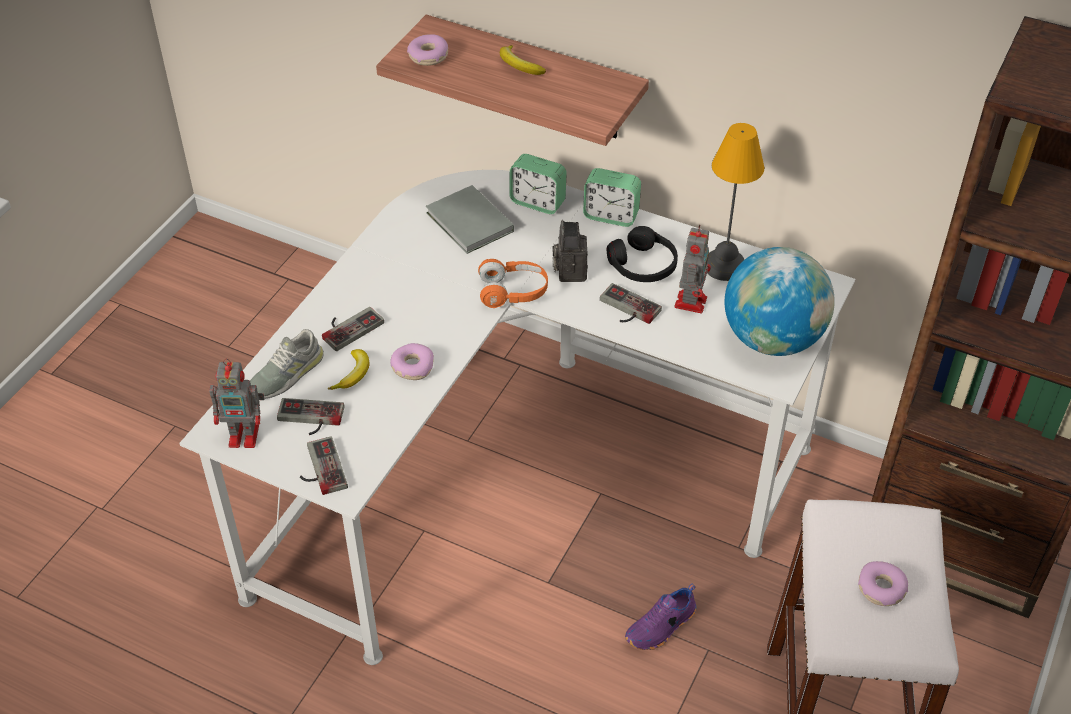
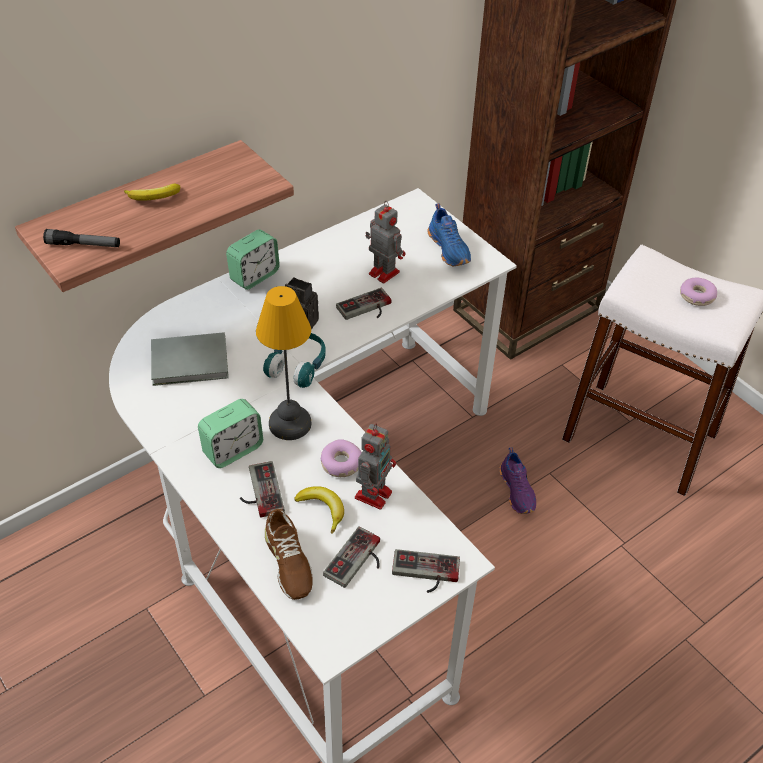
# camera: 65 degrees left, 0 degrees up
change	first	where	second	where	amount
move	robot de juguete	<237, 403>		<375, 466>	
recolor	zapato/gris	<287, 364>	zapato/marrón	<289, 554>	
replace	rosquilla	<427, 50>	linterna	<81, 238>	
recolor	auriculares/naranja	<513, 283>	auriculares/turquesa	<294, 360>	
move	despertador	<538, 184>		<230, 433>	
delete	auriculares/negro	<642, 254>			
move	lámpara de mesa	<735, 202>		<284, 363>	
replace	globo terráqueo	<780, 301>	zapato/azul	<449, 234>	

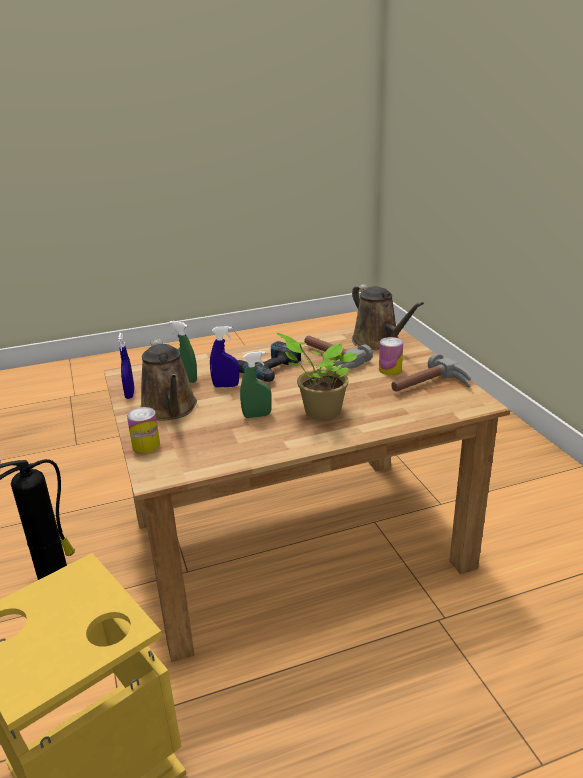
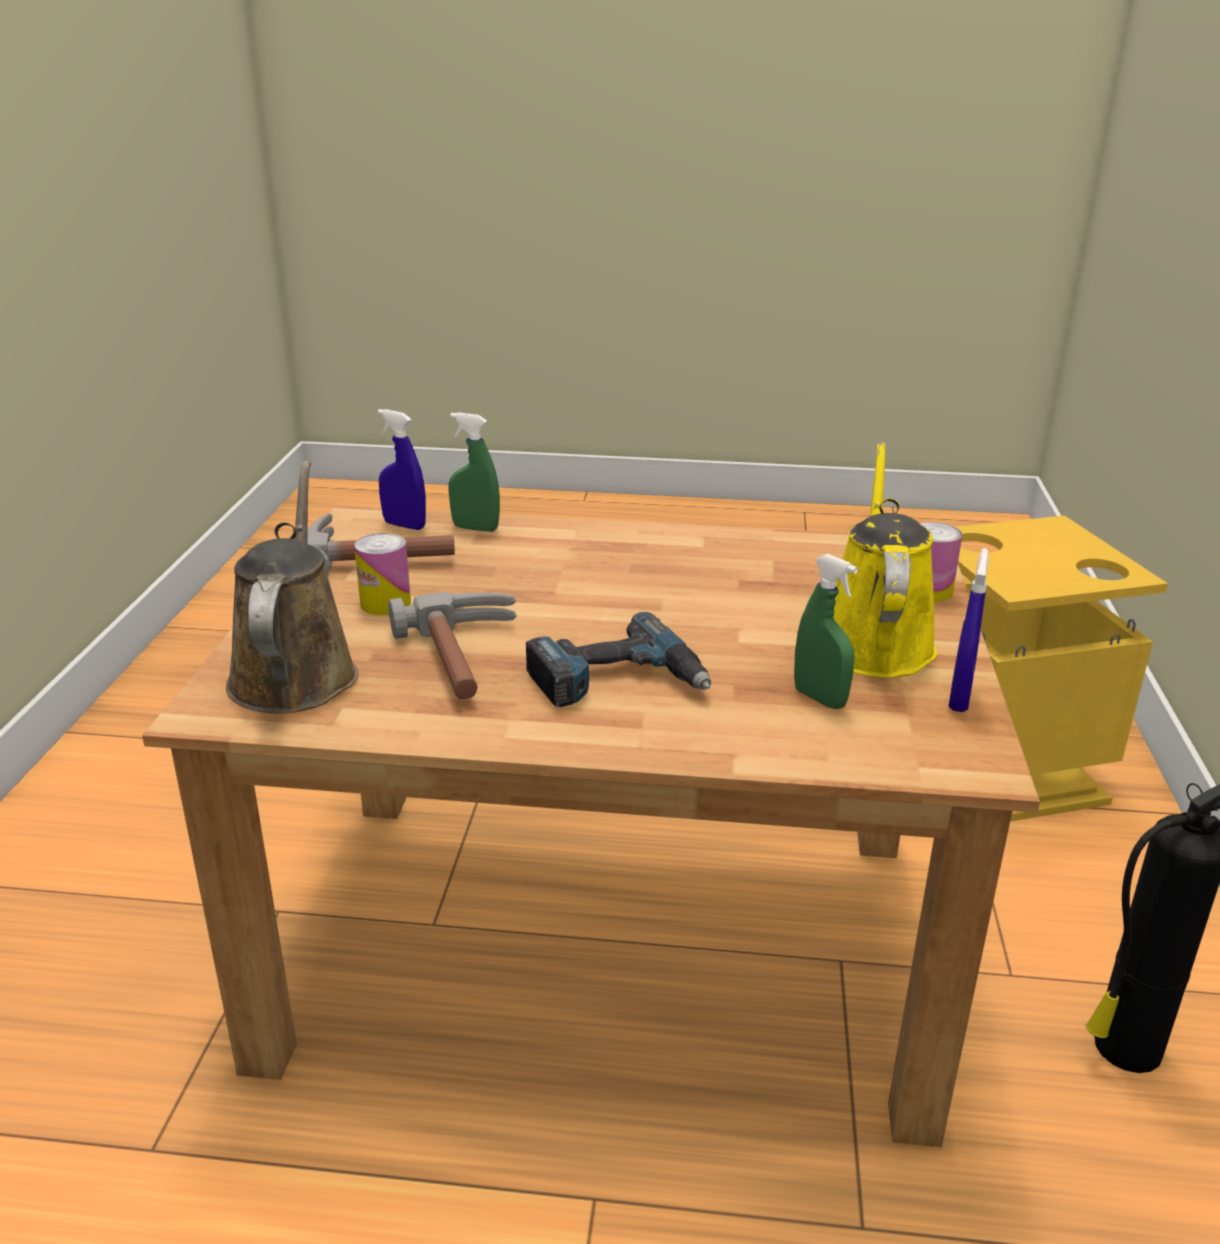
# camera: 155 degrees left, 0 degrees up
change	first	where	second	where	amount
recolor	regadera/marrón	<168, 380>	regadera/amarillo	<885, 560>	
move	pulverizador/azul	<224, 356>		<402, 469>	
move	pulverizador/verde	<256, 384>		<474, 472>	
delete	planta en maceta	<317, 376>			

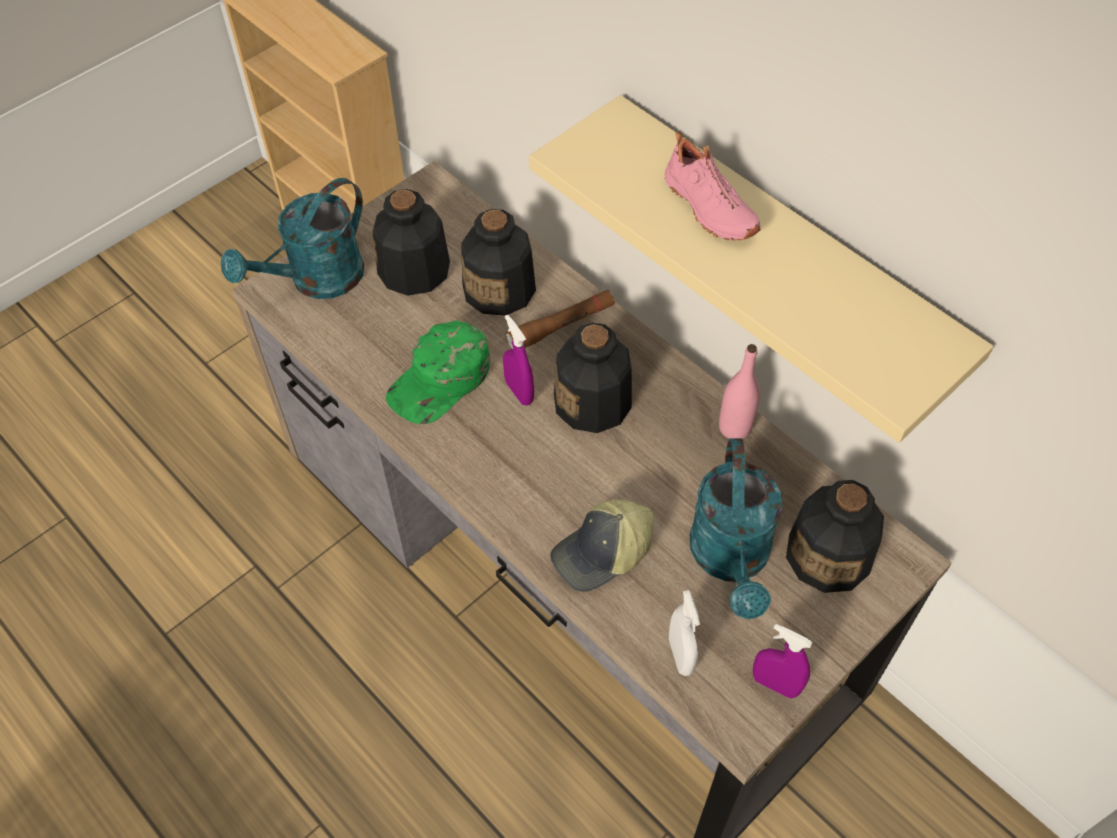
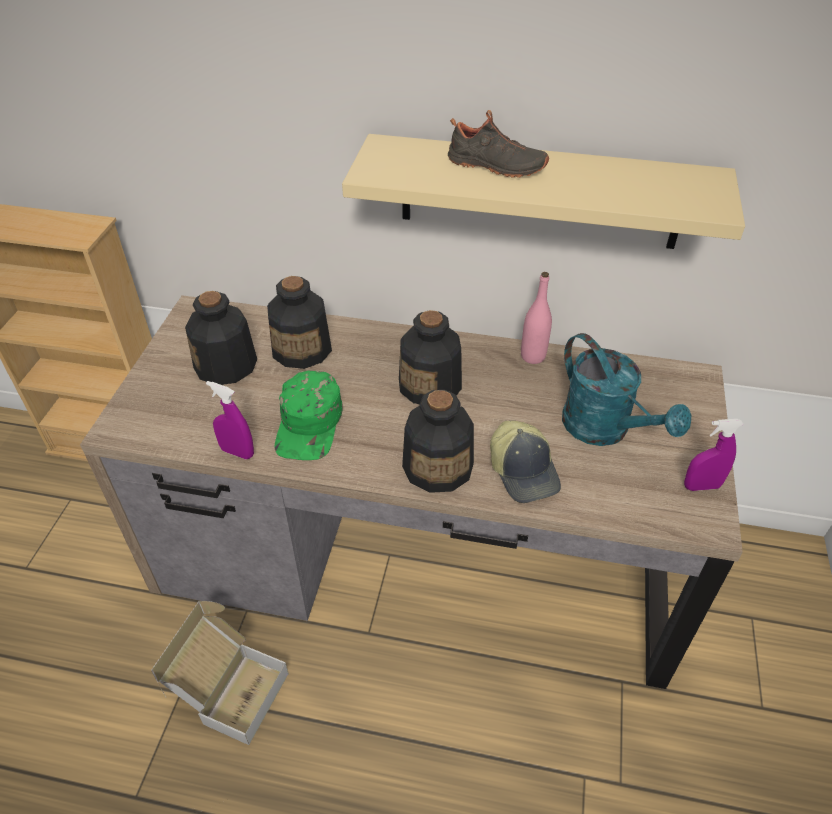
# camera: 35 degrees left, 10 degrees down
change	first	where	second	where	amount
delete	regadera/turquesa	<292, 238>			
move	pulverizador/morado	<518, 360>		<230, 420>	
delete	linterna/marrón	<560, 320>			
rotate	gorra	<602, 545>		<525, 462>	45 degrees counterclockwise
recolor	zapato/rosa	<713, 186>	zapato/negro	<498, 144>	
delete	pulverizador/blanco	<684, 633>			
move	botella	<835, 536>		<438, 441>	
insert			caja de cartón	<220, 673>	

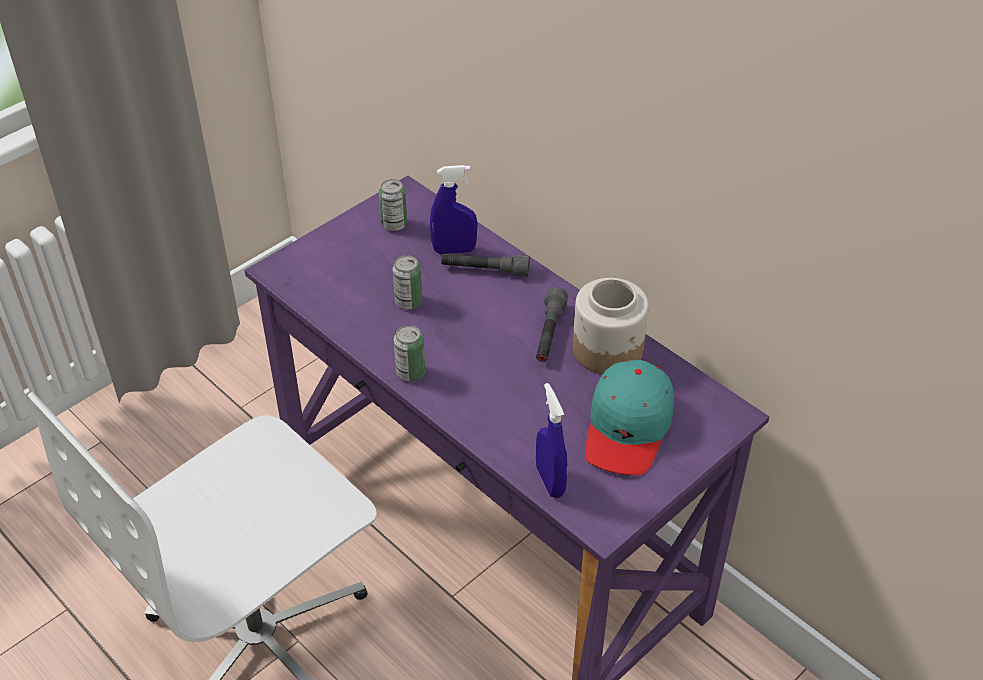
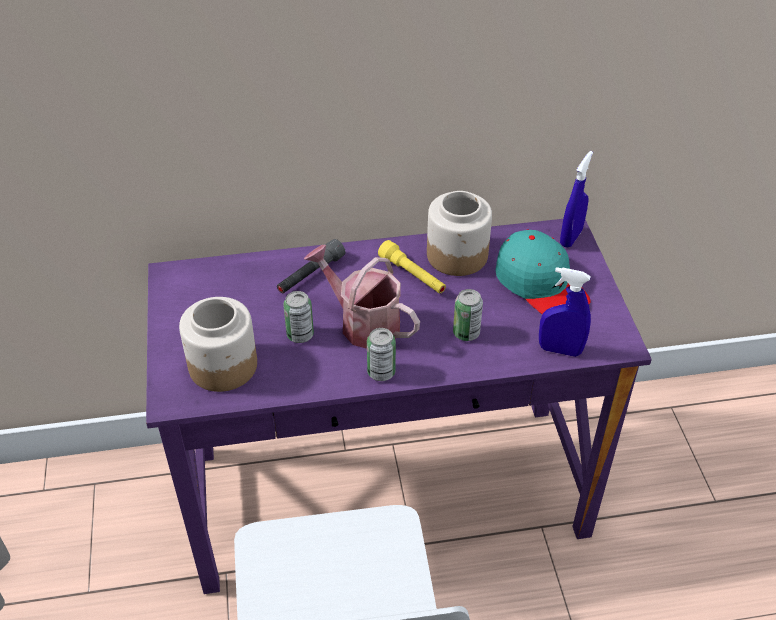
# camera: 55 degrees left, 0 degrees up
change	first	where	second	where	amount
move	lata	<393, 205>		<468, 315>	
move	pulverizador/azul	<453, 209>		<576, 199>	
recolor	linterna/gris	<552, 324>	linterna/amarillo	<412, 267>	
insert			tarro	<218, 344>	
insert			regadera	<362, 297>	

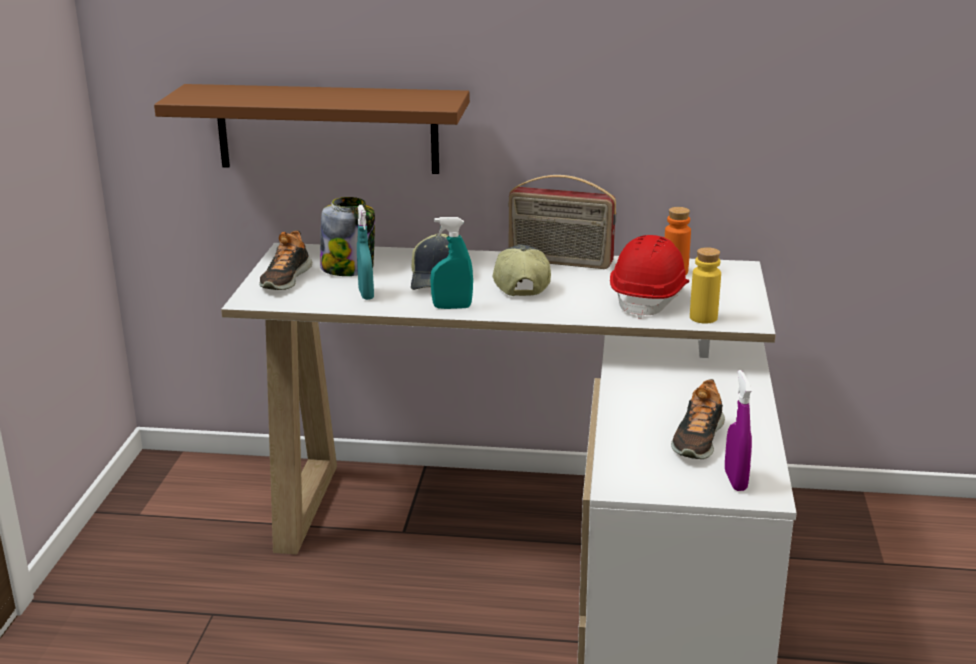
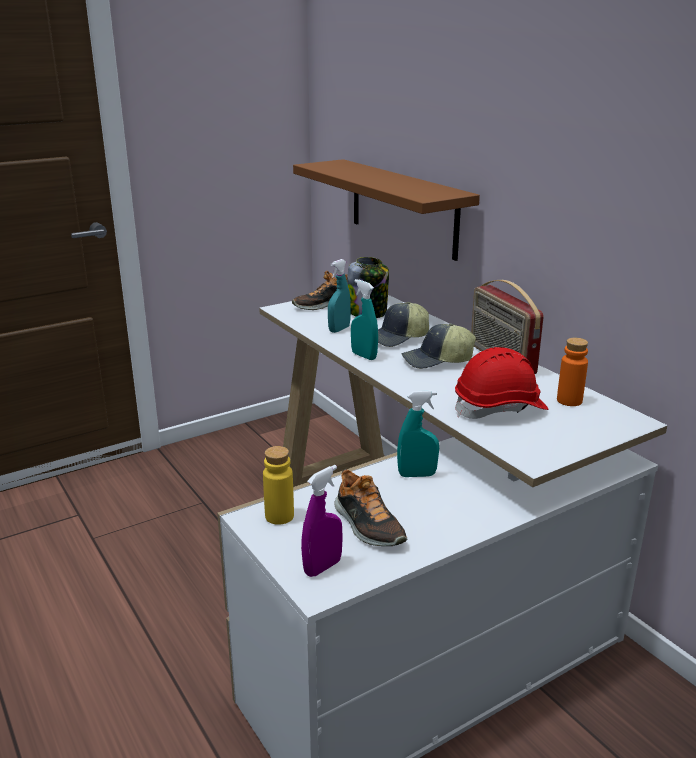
# camera: 50 degrees right, 0 degrees up
change	first	where	second	where	amount
rotate	gorra	<522, 270>		<438, 346>	150 degrees counterclockwise
rotate	zapato	<698, 419>		<370, 507>	105 degrees counterclockwise
move	botella/amarillo	<705, 285>		<278, 485>	
insert			pulverizador/turquesa	<418, 433>	

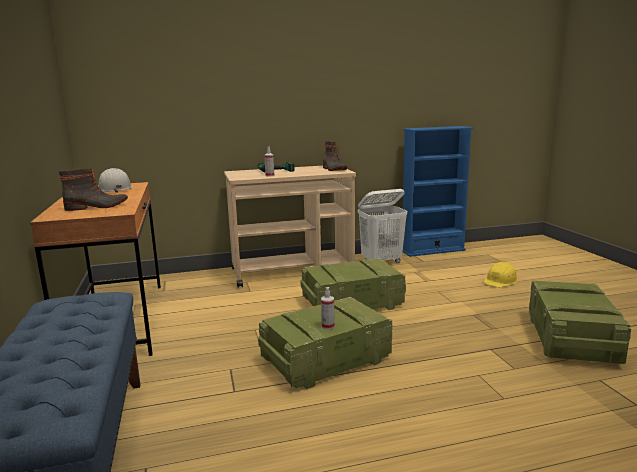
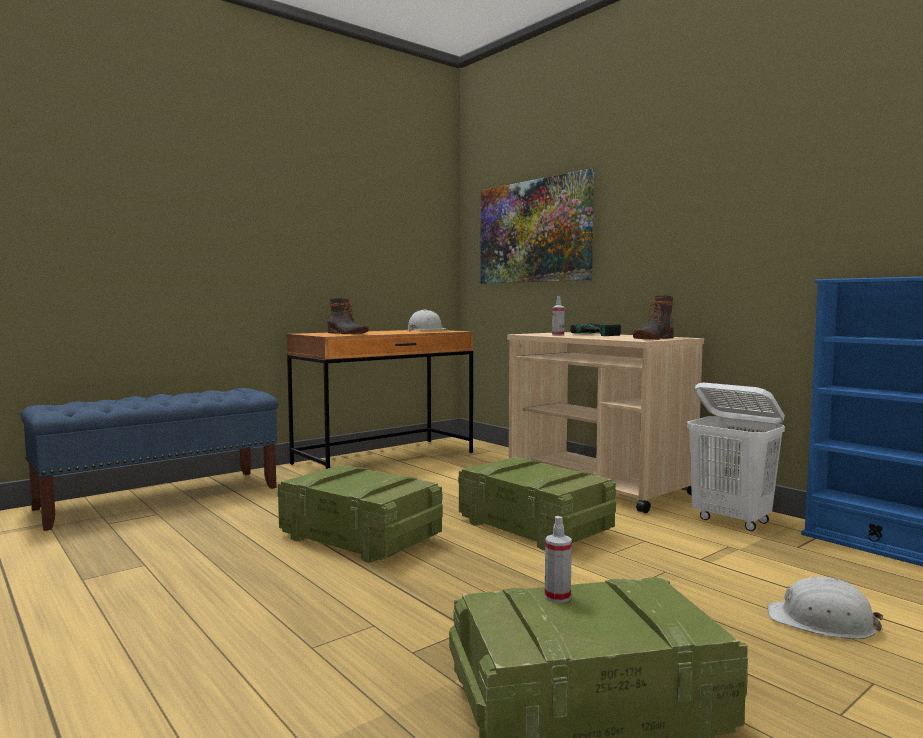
# camera: 65 degrees right, 10 degrees down
change	first	where	second	where	amount
move	pulverizador	<328, 308>		<558, 559>	
recolor	casco/amarillo	<501, 274>	casco/blanco	<825, 608>	
insert			cuadro	<537, 226>	

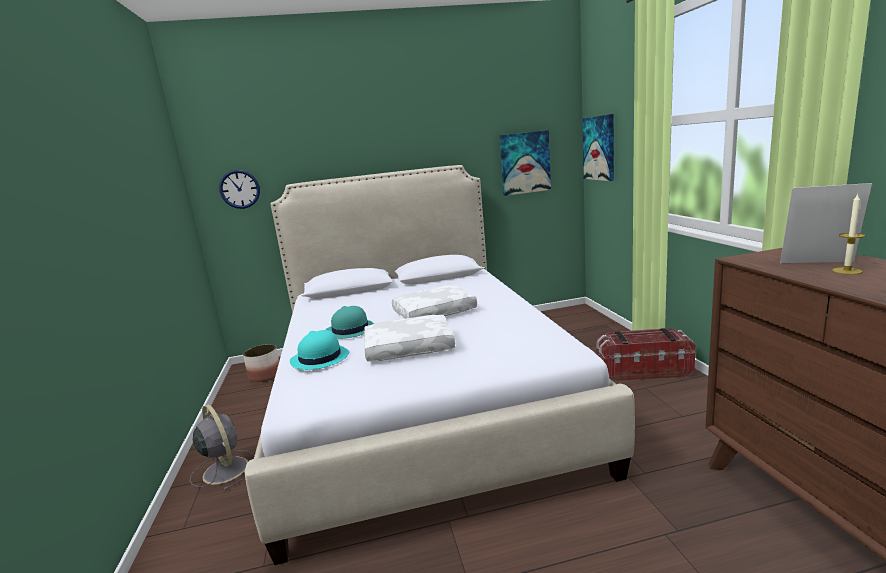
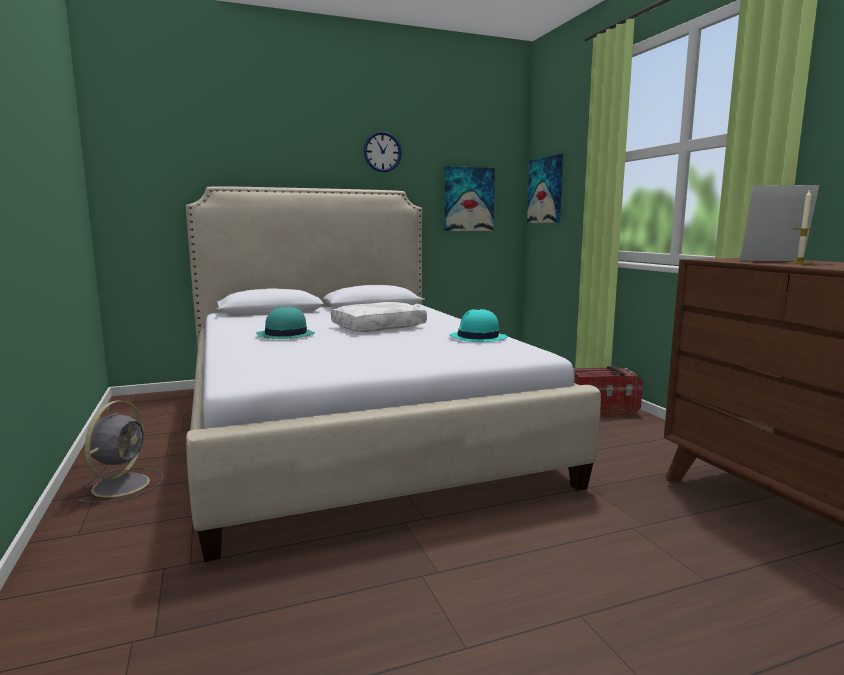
# camera: 10 degrees left, 5 degrees down
change	first	where	second	where	amount
rotate	ventilador/gris	<222, 447>		<120, 451>	60 degrees clockwise
move	reloj de pared	<239, 189>		<383, 151>	
delete	maceta	<261, 363>			
move	sombrero/turquesa	<319, 350>		<478, 325>	
delete	cojín/blanco	<409, 338>			

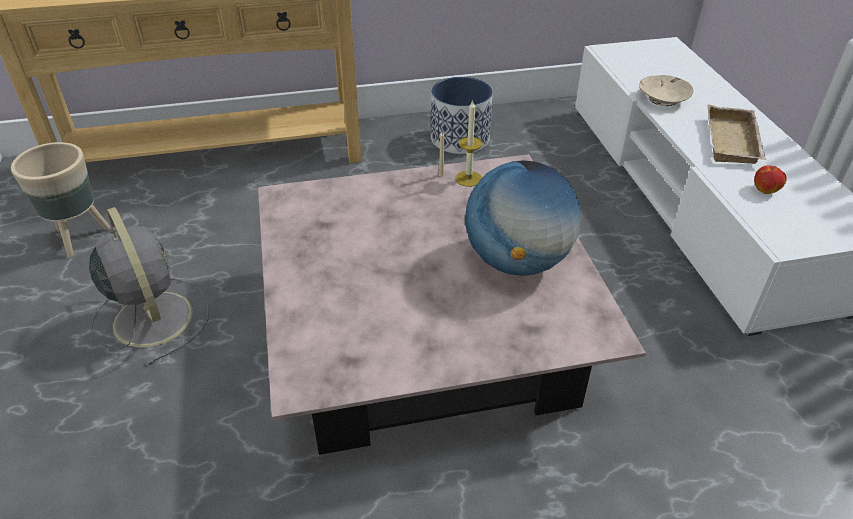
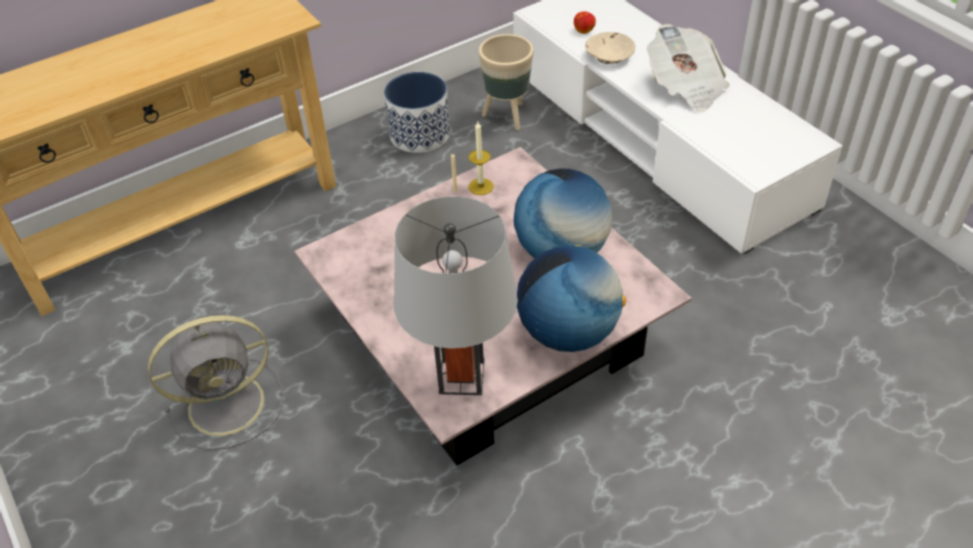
# camera: 20 degrees left, 5 degrees up
change	first	where	second	where	amount
move	maceta/beis	<60, 200>		<506, 82>	
rotate	ventilador/gris	<149, 286>		<216, 382>	120 degrees clockwise
replace	bandeja/beis	<737, 134>	periódico	<688, 68>	
move	manzana	<770, 179>		<585, 23>	
insert			lámpara de mesa/gris	<456, 295>	
insert			globo terráqueo	<571, 298>	

